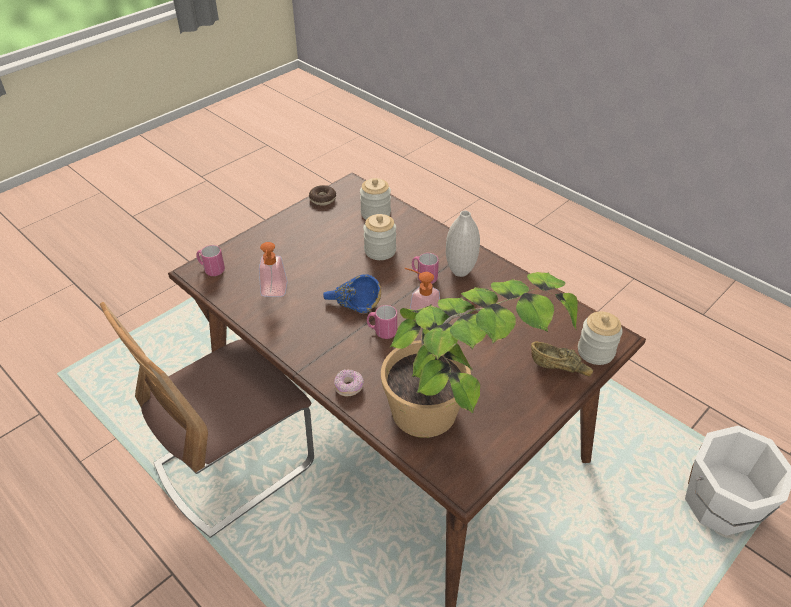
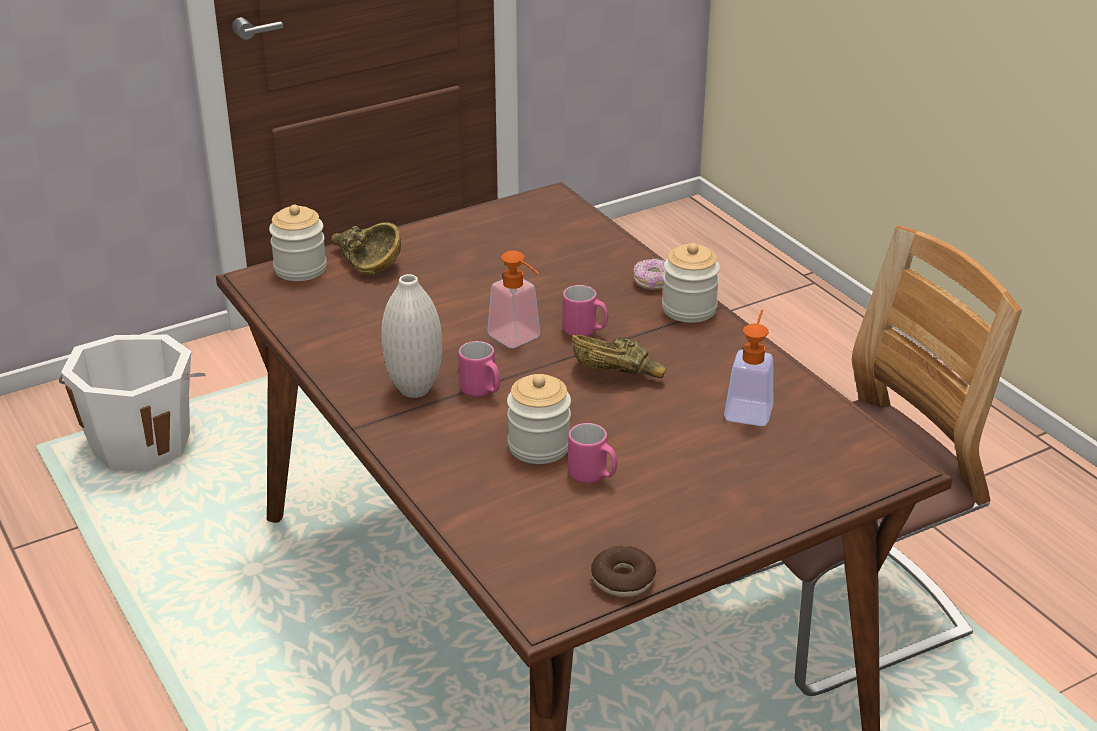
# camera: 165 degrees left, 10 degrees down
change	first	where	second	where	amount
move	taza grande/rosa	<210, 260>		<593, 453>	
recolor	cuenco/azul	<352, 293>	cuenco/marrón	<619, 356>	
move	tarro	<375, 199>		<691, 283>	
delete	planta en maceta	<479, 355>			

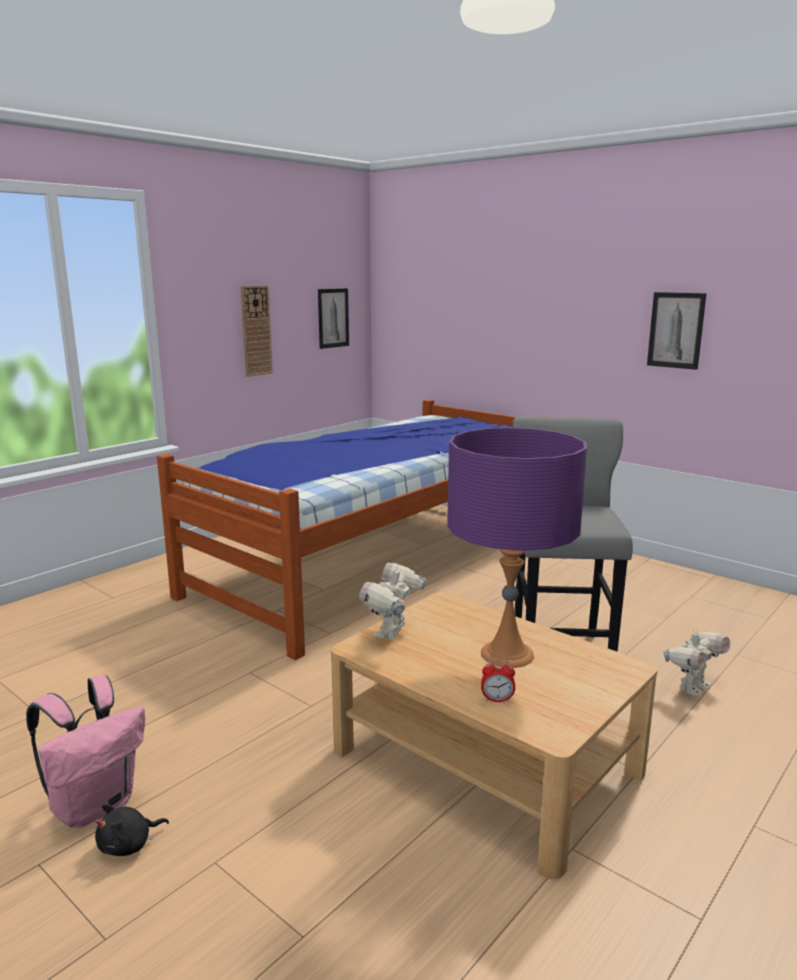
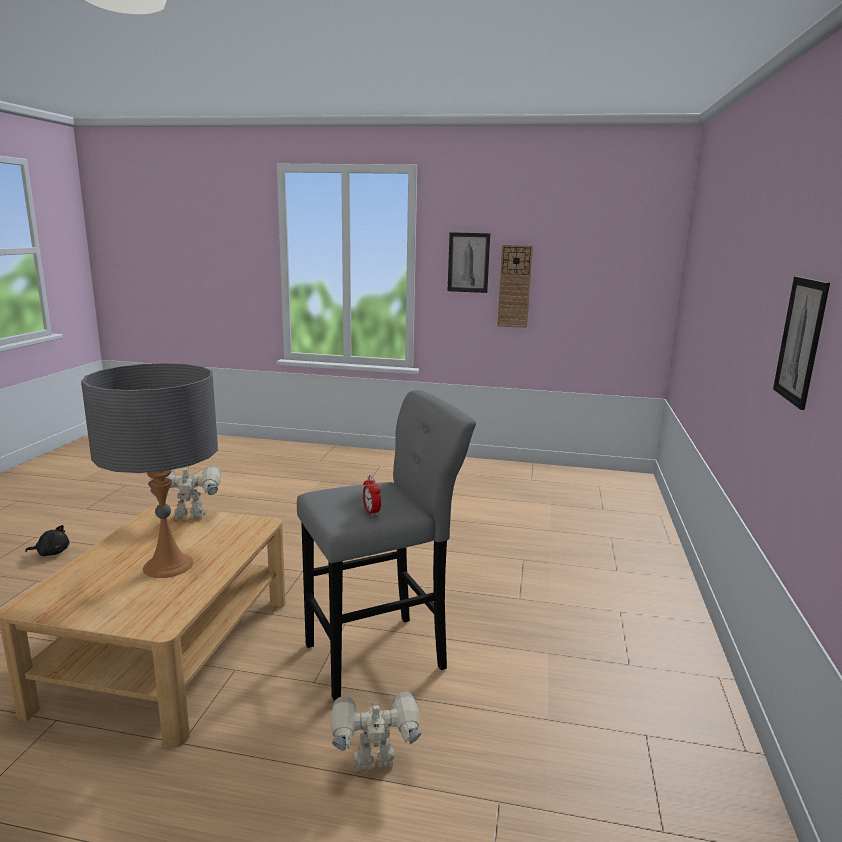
# camera: 60 degrees right, 0 degrees up
change	first	where	second	where	amount
delete	mochila/rosa	<85, 751>			
rotate	peluche/negro	<132, 830>		<47, 540>	150 degrees clockwise
delete	cama	<352, 529>			
move	cuadro	<333, 318>		<469, 262>	
recolor	lámpara de mesa/morado	<517, 548>	lámpara de mesa/gris	<149, 470>	
move	despertador	<498, 680>		<372, 496>	
rotate	robot de juguete	<696, 661>		<376, 731>	150 degrees clockwise

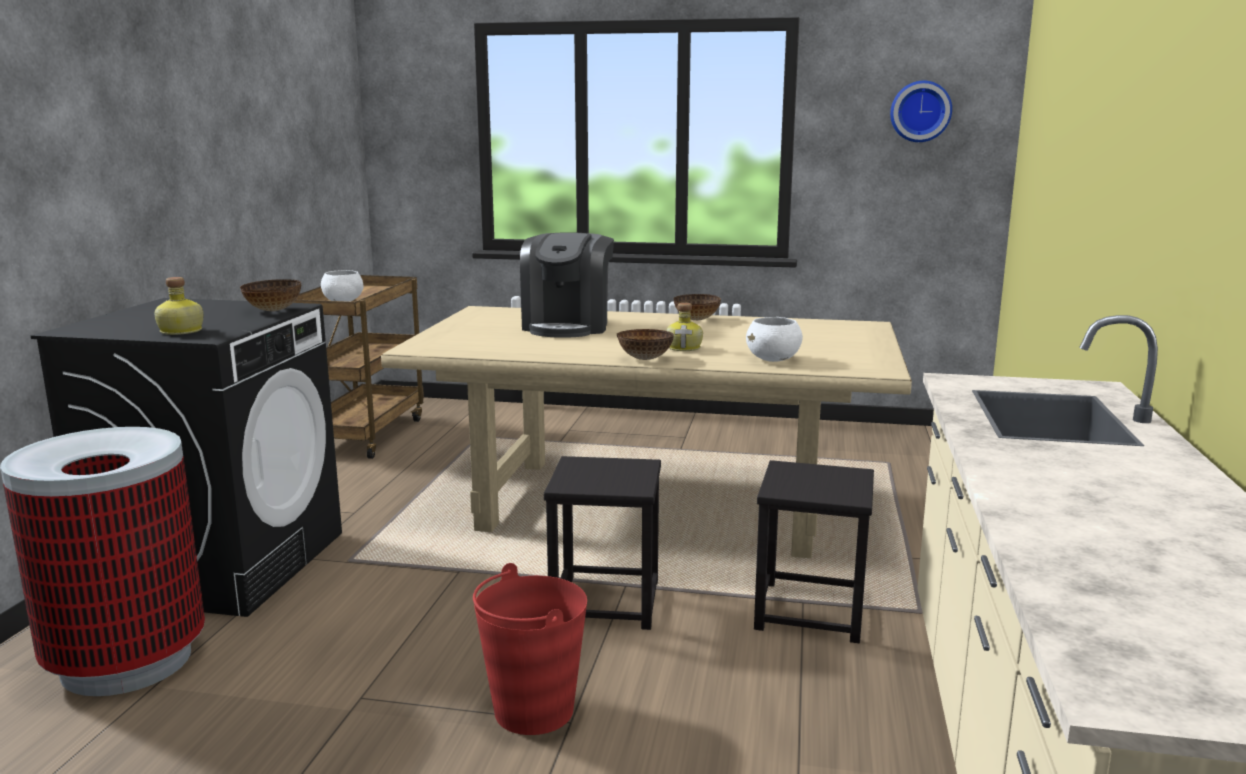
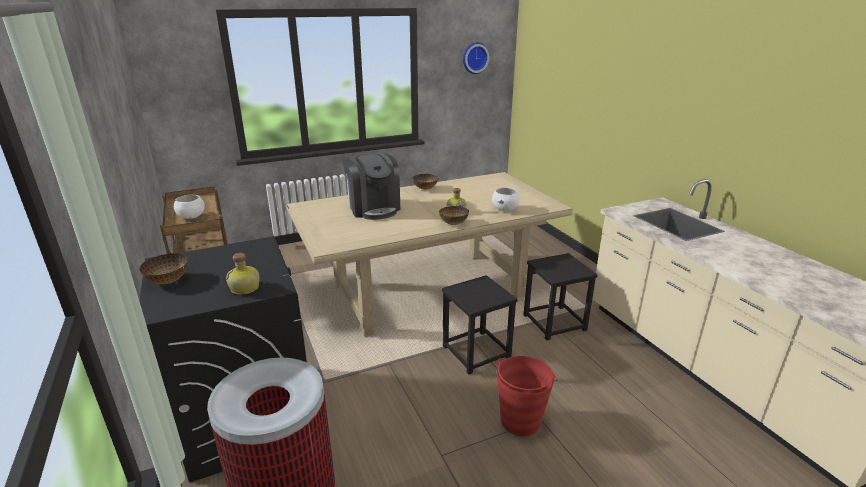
# camera: 35 degrees left, 10 degrees up
change	first	where	second	where	amount
move	cuenco	<271, 295>		<163, 268>	

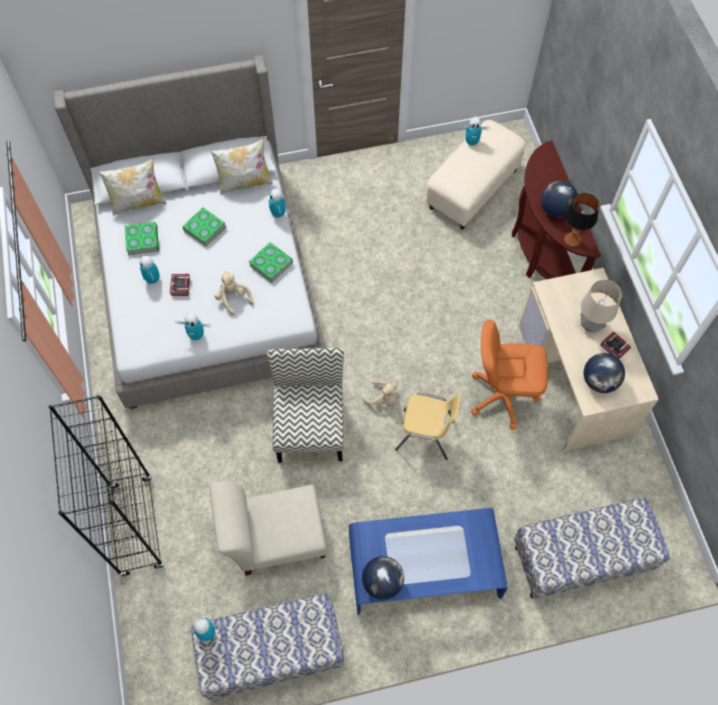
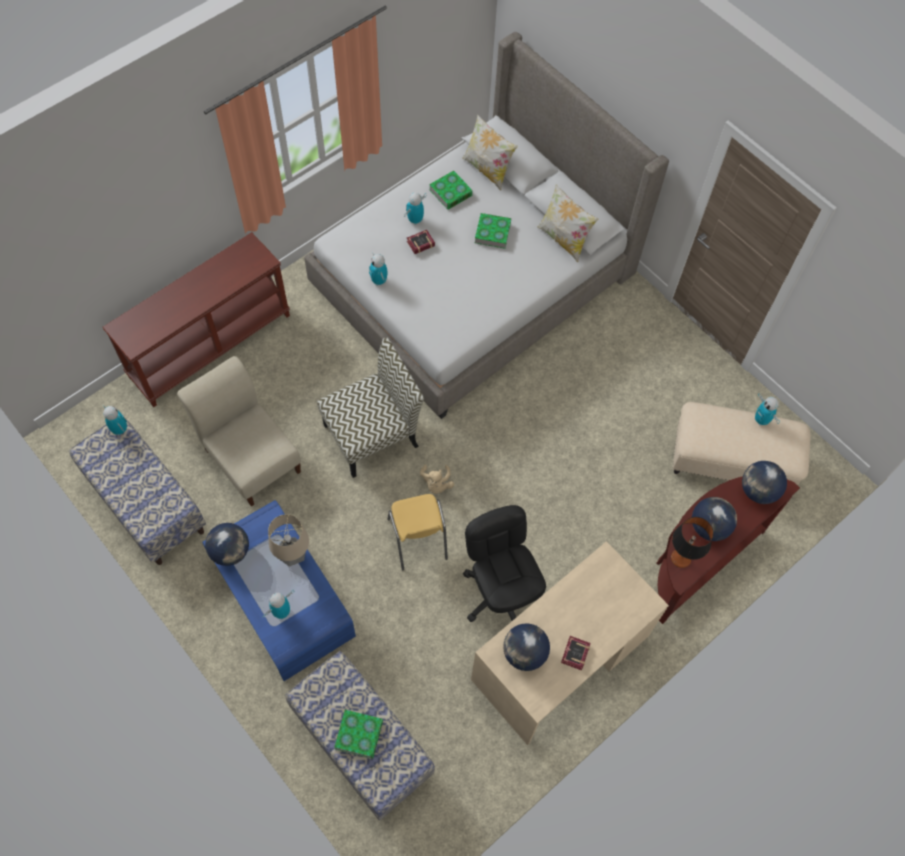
# camera: 60 degrees right, 0 degrees up
change	first	where	second	where	amount
replace	estantería/negro	<106, 486>	mesa consola/marrón	<196, 319>	
delete	peluche/beis	<233, 293>			
move	libro	<271, 262>		<358, 734>	
move	robot de juguete	<277, 203>		<278, 604>	
recolor	silla de oficina/naranja	<509, 375>	silla de oficina/negro	<504, 563>	
move	lámpara de mesa	<601, 306>		<288, 540>	
insert			globo terráqueo	<764, 482>	

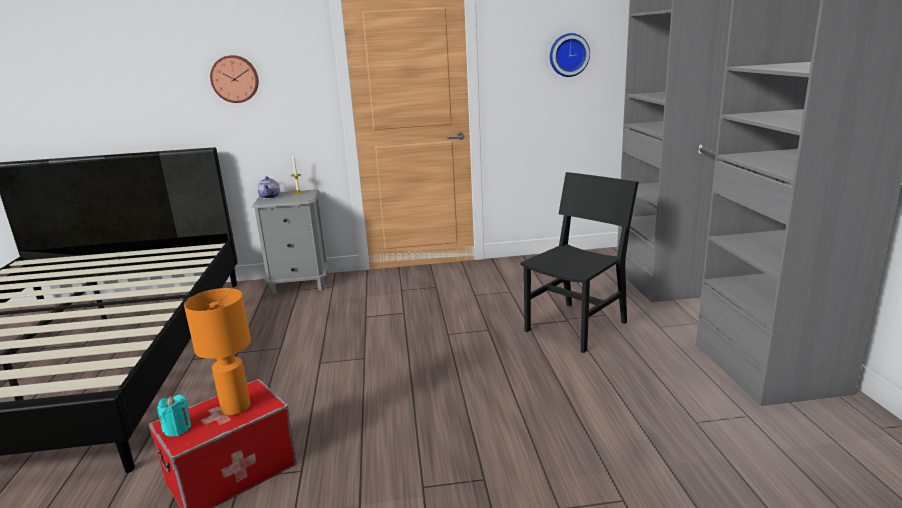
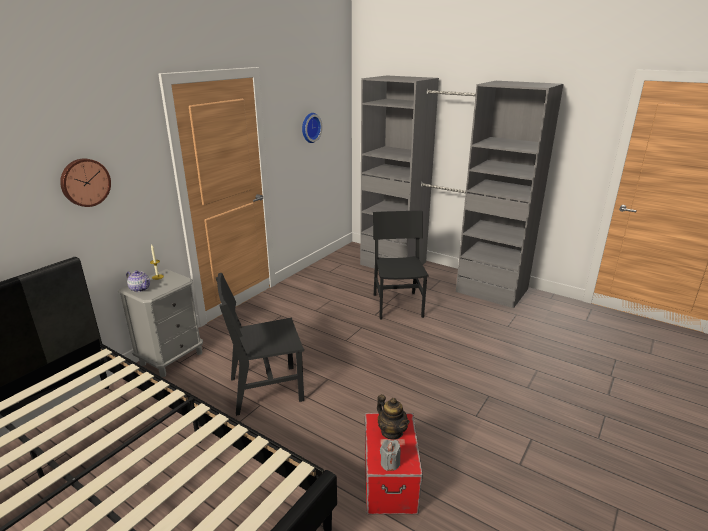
# camera: 50 degrees left, 5 degrees up
change	first	where	second	where	amount
recolor	vela/turquesa	<174, 416>	vela/gris	<390, 455>	
replace	lámpara de mesa/naranja	<217, 351>	tetera	<393, 417>	
insert			silla/negro	<260, 344>	

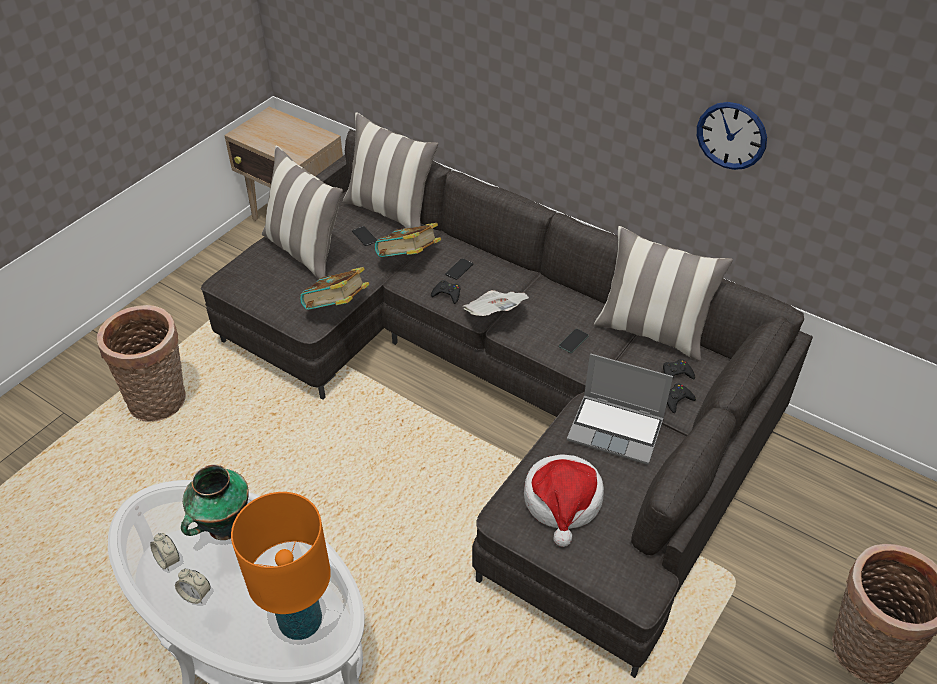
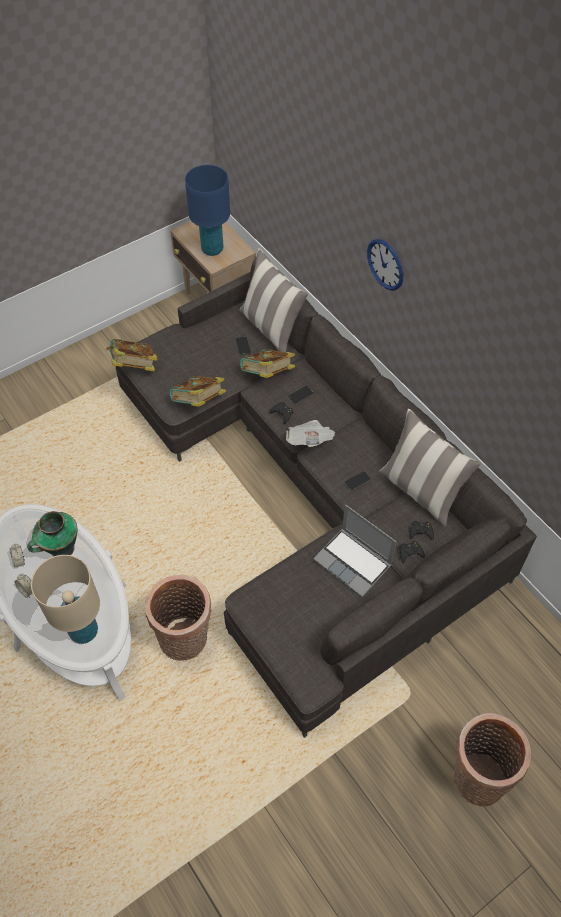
# camera: 20 degrees right, 10 degrees up
change	first	where	second	where	amount
move	cesta	<141, 363>		<178, 618>	
recolor	lámpara de mesa/naranja	<281, 566>	lámpara de mesa/beis	<65, 599>	
delete	cojín	<302, 212>			
delete	sombrero	<564, 500>			
move	reloj de pared	<732, 136>		<385, 265>	
insert			libro	<132, 355>	
insert			lámpara de mesa/azul	<207, 210>	

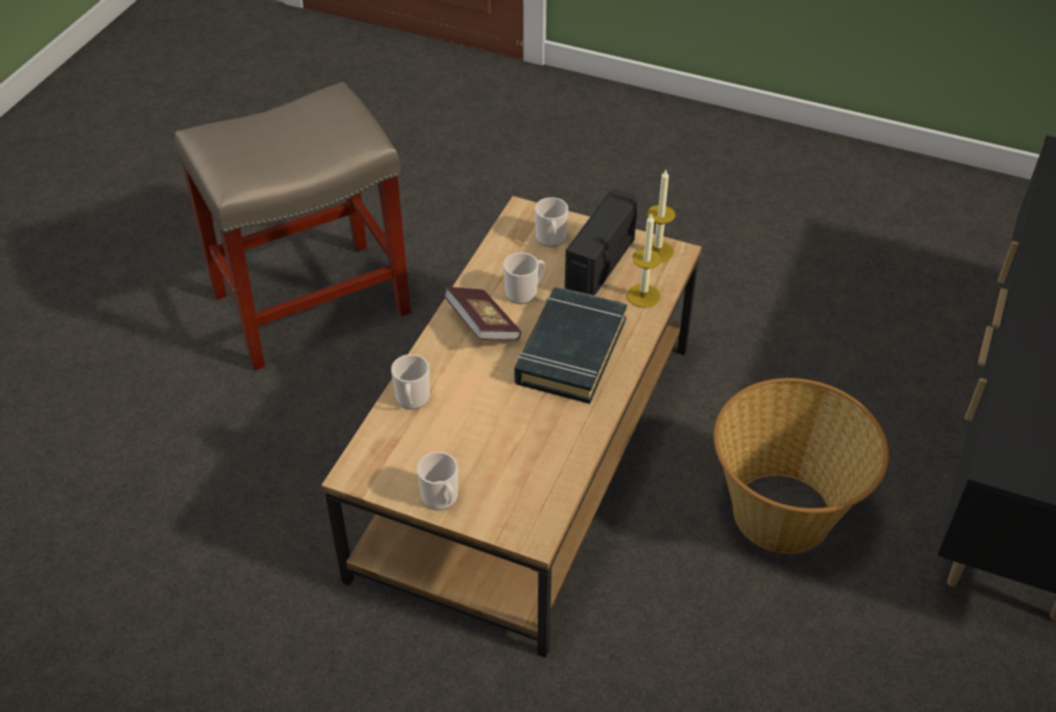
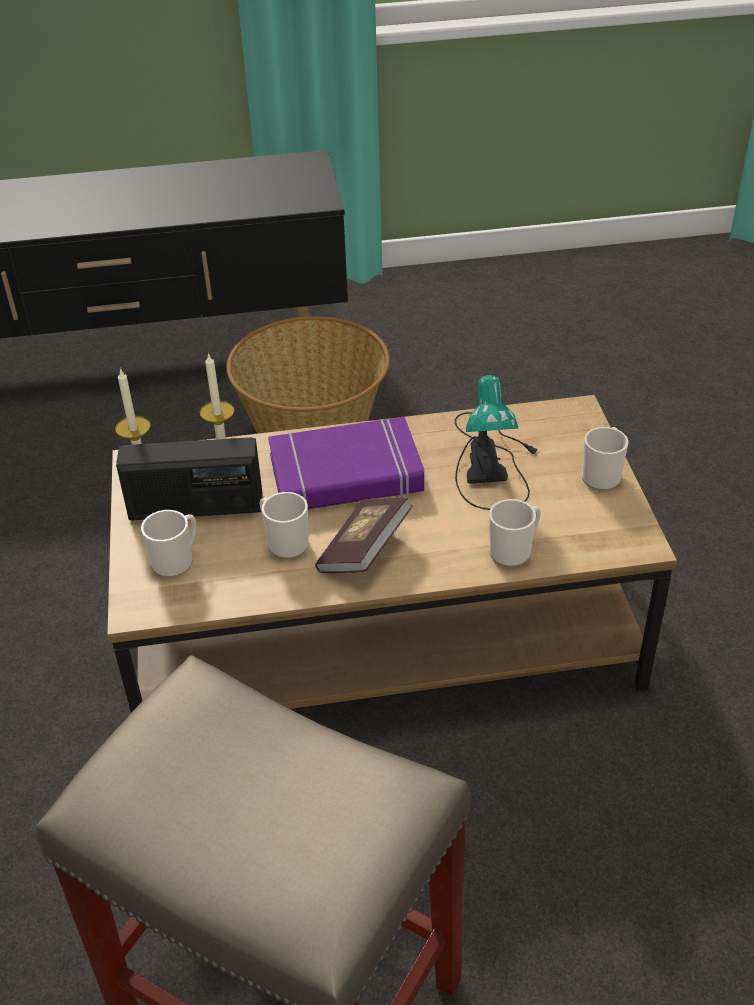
# camera: 120 degrees left, 5 degrees down
change	first	where	second	where	amount
recolor	libro/negro	<570, 345>	libro/morado	<346, 462>	
insert			lámpara de mesa	<497, 442>	

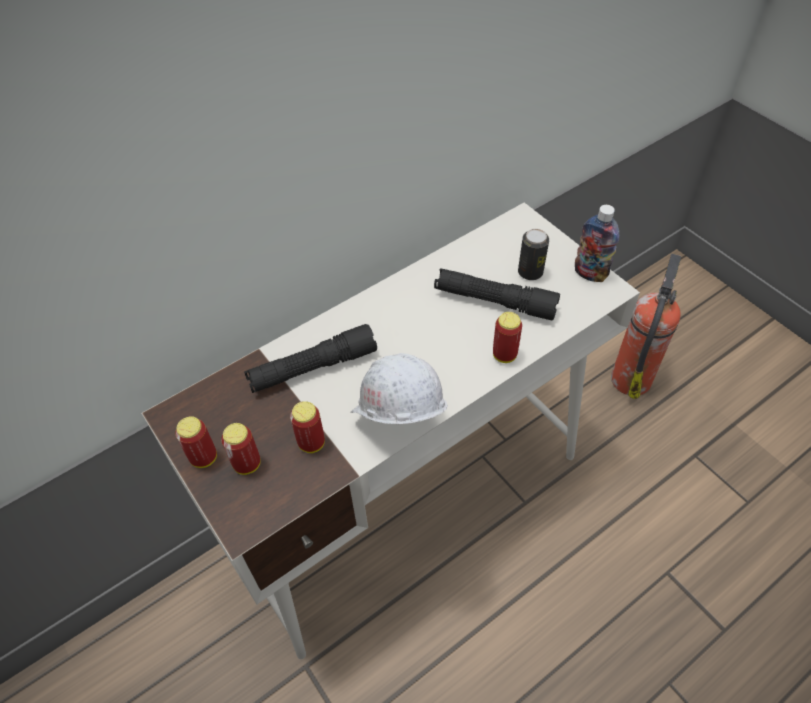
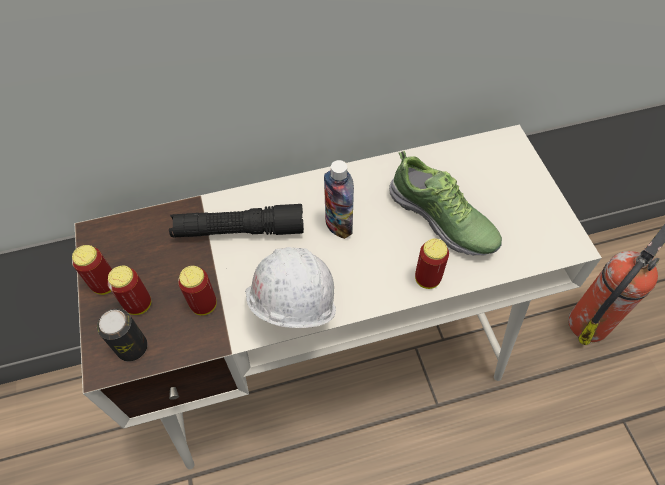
# camera: 20 degrees right, 5 degrees up
change	first	where	second	where	amount
replace	linterna/negro	<497, 294>	zapato	<445, 203>	
move	lata	<533, 254>		<122, 335>	
move	botella	<597, 243>		<339, 199>	

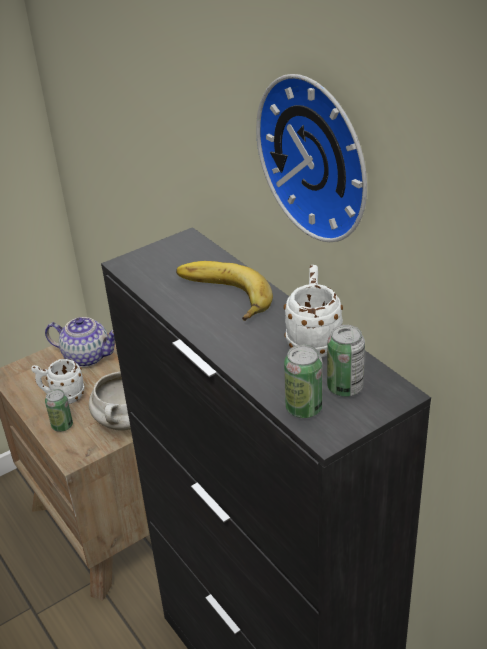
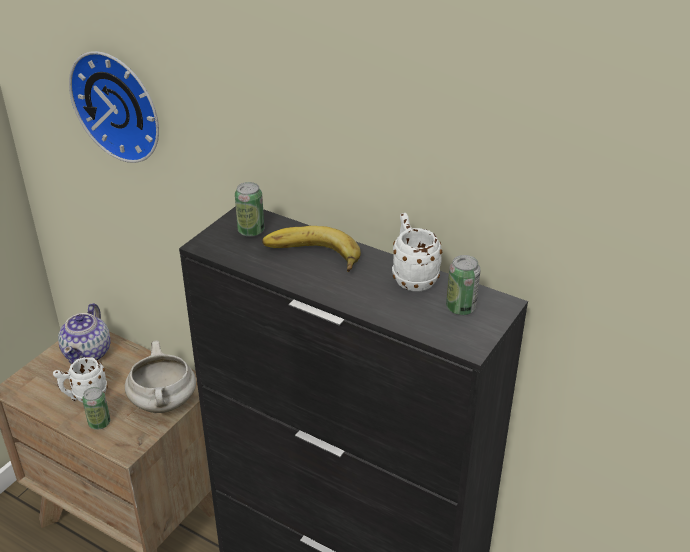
# camera: 25 degrees left, 0 degrees up
change	first	where	second	where	amount
rotate	tetera	<80, 342>		<84, 333>	105 degrees clockwise
move	reloj de pared	<311, 158>		<114, 107>	
move	lata	<303, 381>		<249, 209>	

